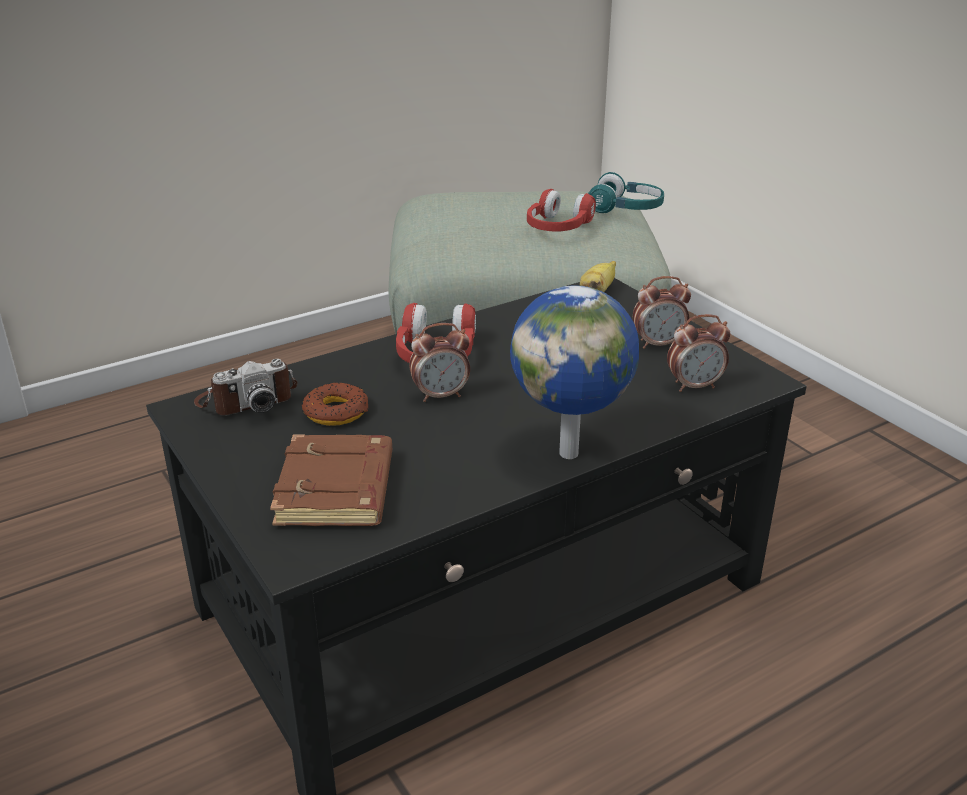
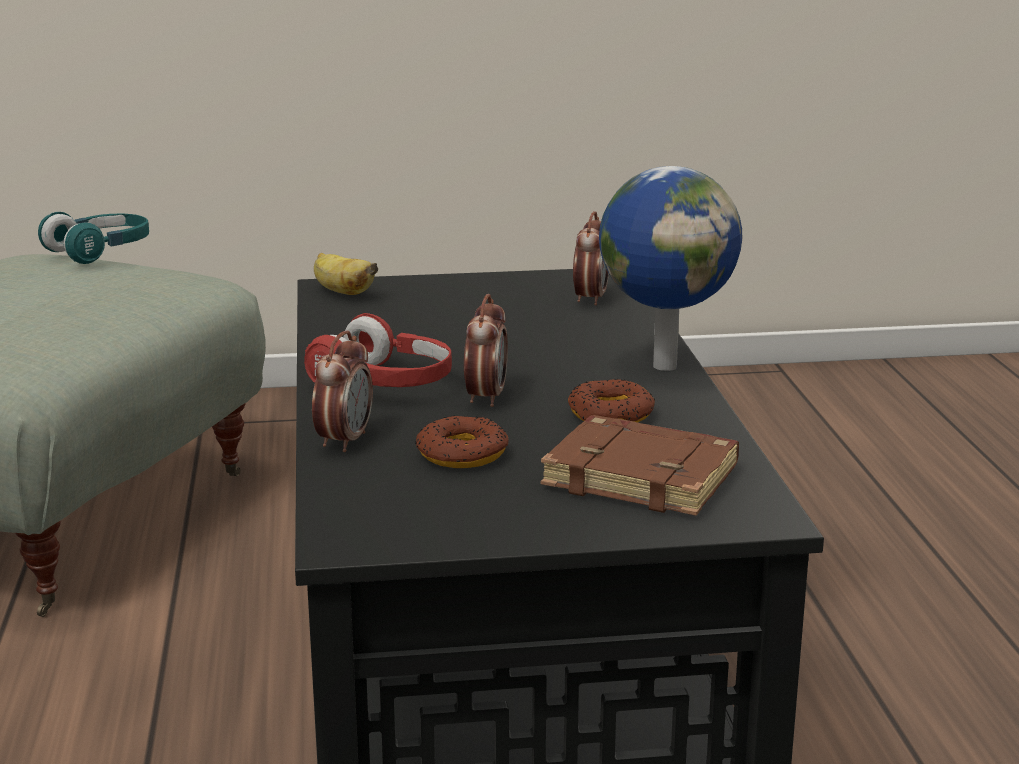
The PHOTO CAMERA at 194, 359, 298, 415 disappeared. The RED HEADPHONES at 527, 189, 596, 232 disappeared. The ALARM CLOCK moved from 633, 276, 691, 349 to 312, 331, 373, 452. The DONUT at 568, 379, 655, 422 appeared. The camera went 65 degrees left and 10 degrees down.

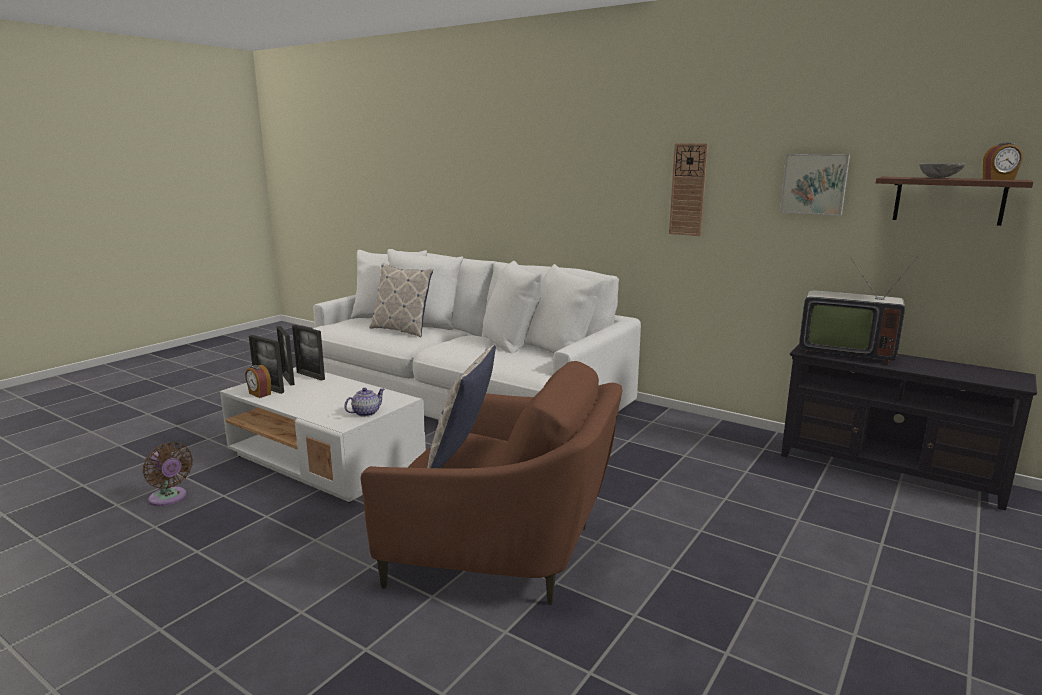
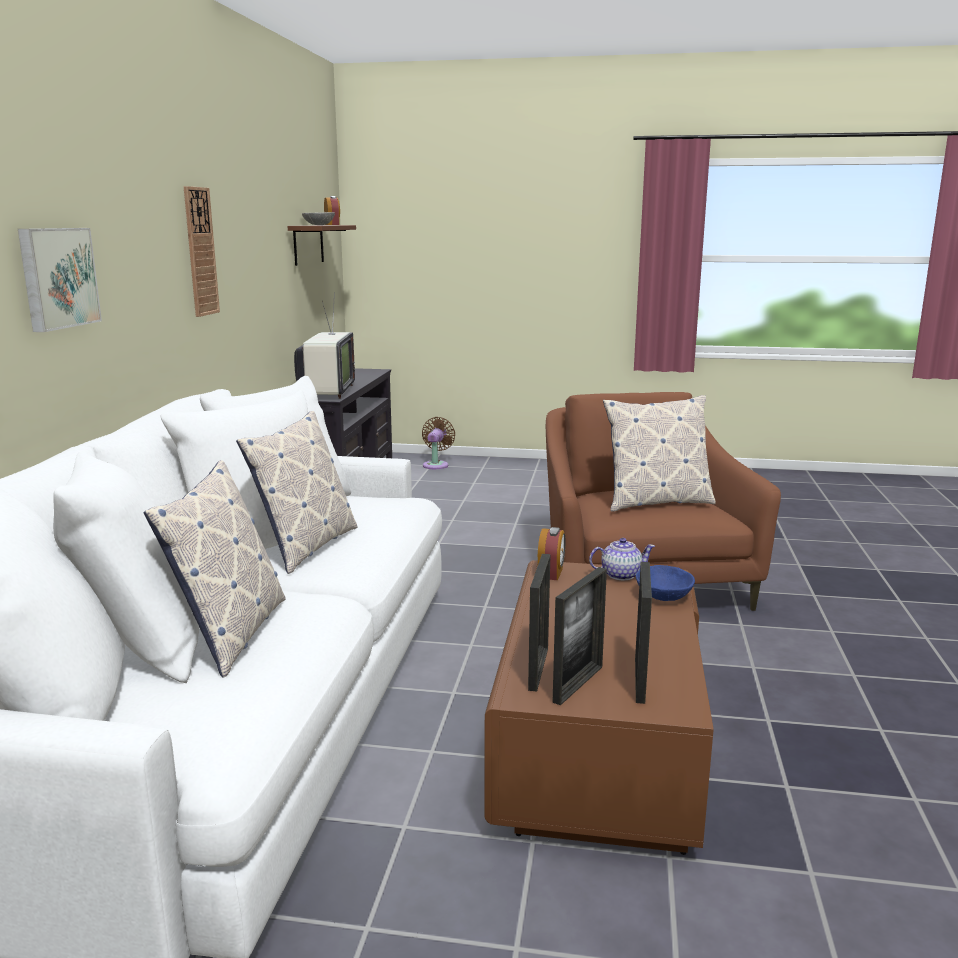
The BROWN FAN moved from 143, 442, 193, 506 to 422, 417, 455, 469. The WHITE COFFEE TABLE at 220, 367, 426, 503 became the BROWN COFFEE TABLE at 484, 560, 714, 855. The ALARM CLOCK moved from 245, 365, 271, 398 to 538, 527, 566, 580. The TEAPOT at 344, 388, 385, 417 turned 150 degrees clockwise. The PICTURE moved from 780, 154, 850, 216 to 18, 228, 102, 332. The PILLOW at 236, 411, 357, 574 appeared. The BLUE BOWL at 636, 565, 695, 601 appeared. The camera went 115 degrees left and 0 degrees up.

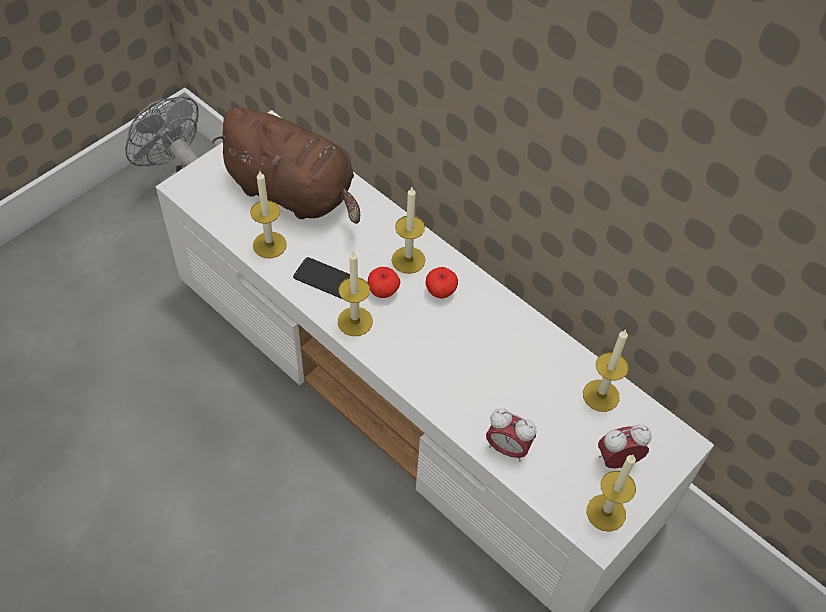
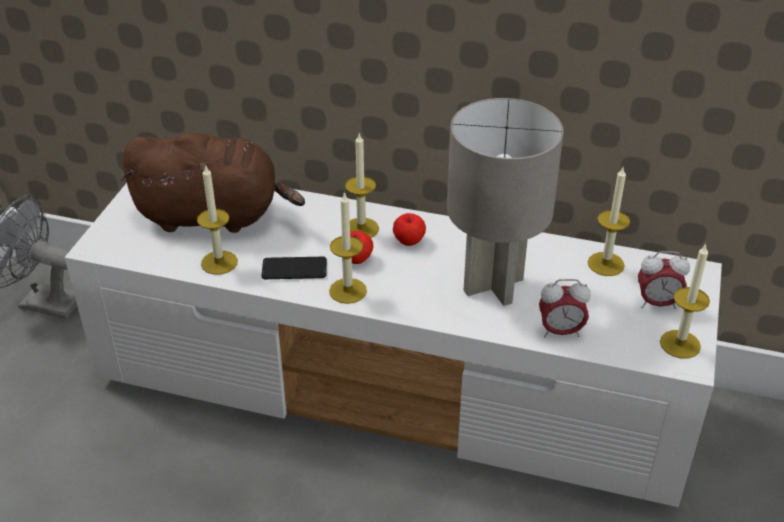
The ALARM CLOCK at 598, 425, 652, 469 turned 135 degrees counterclockwise. The GREY TABLE LAMP at 447, 98, 564, 306 appeared. The camera went 25 degrees left and 15 degrees down.

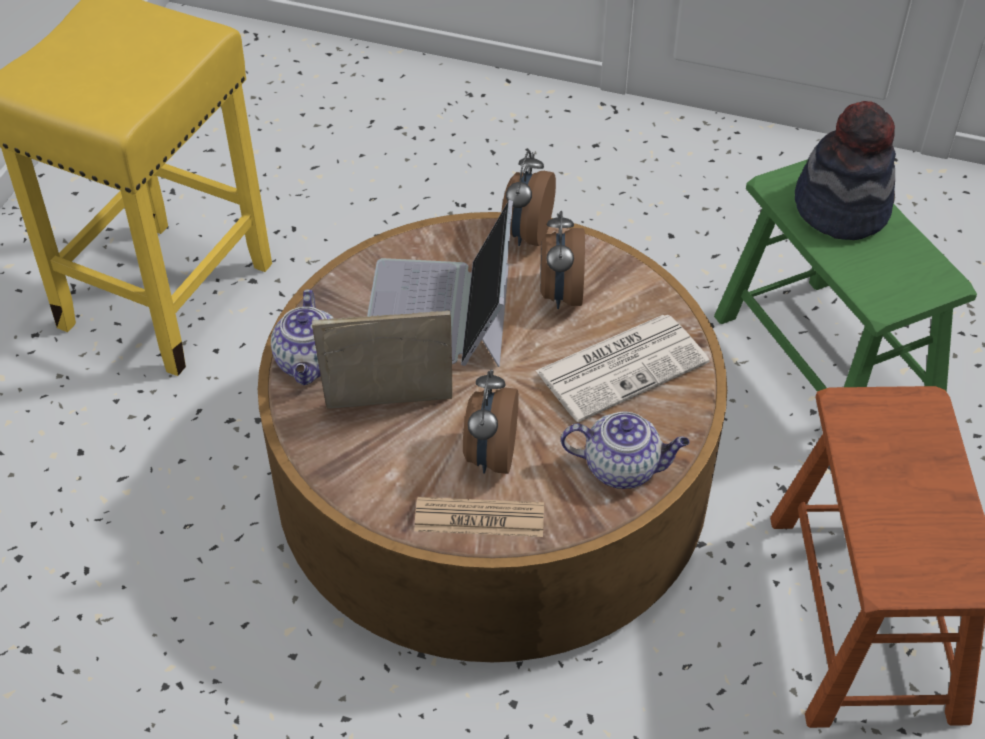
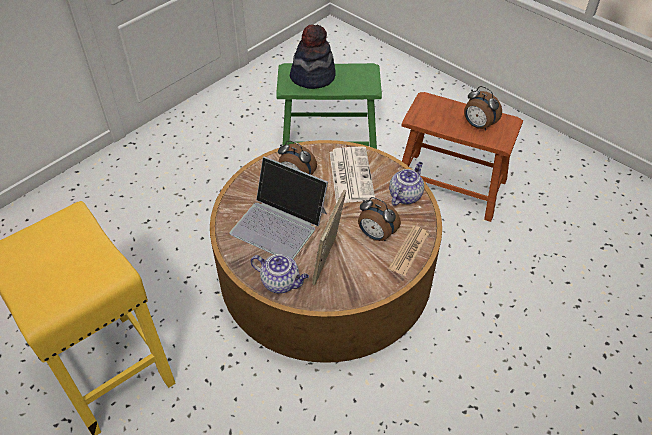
The ALARM CLOCK moved from 501, 150, 556, 246 to 464, 86, 502, 131. The camera went 65 degrees left and 0 degrees up.

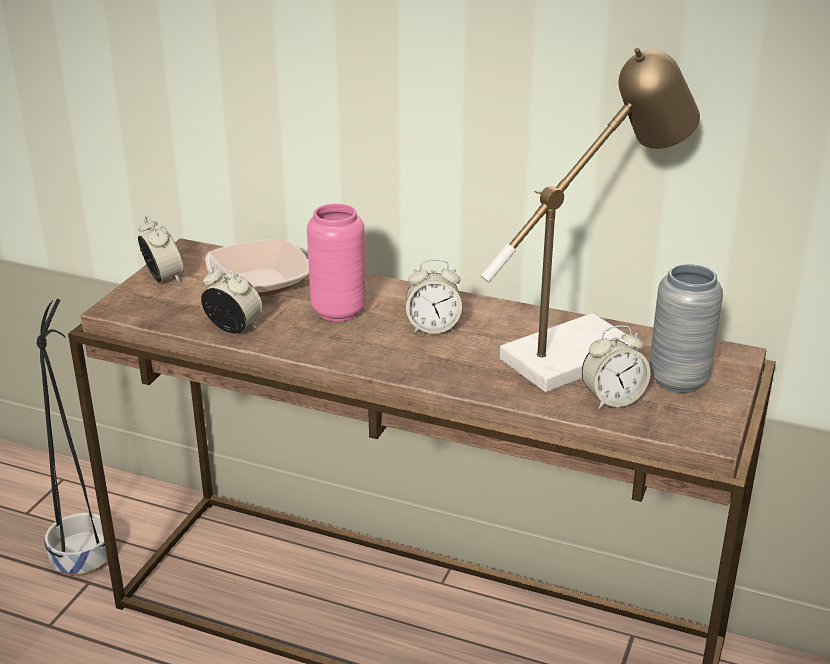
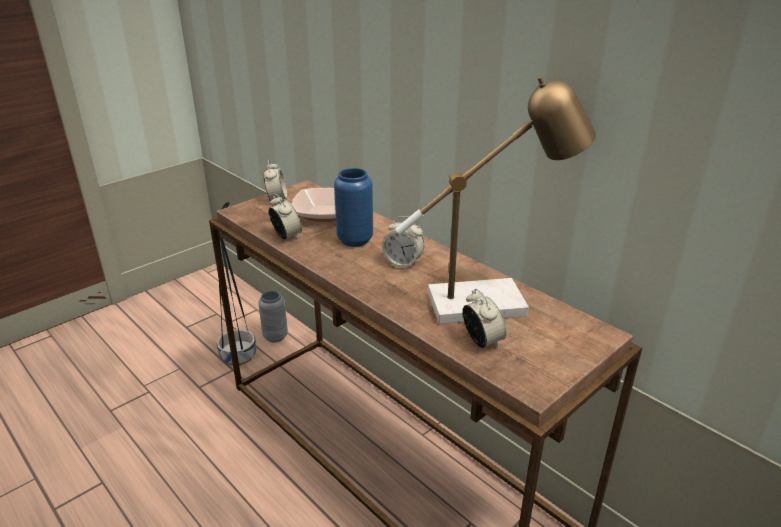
The PINK VASE at 307, 204, 366, 322 became the BLUE VASE at 334, 168, 373, 247. The ALARM CLOCK at 582, 325, 650, 409 turned 120 degrees counterclockwise. The GREY VASE moved from 649, 264, 723, 393 to 258, 291, 288, 342. The camera went 25 degrees right and 0 degrees up.

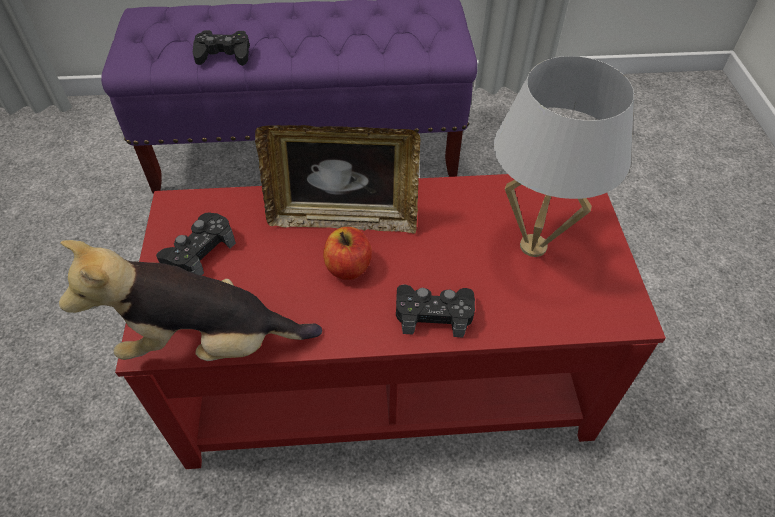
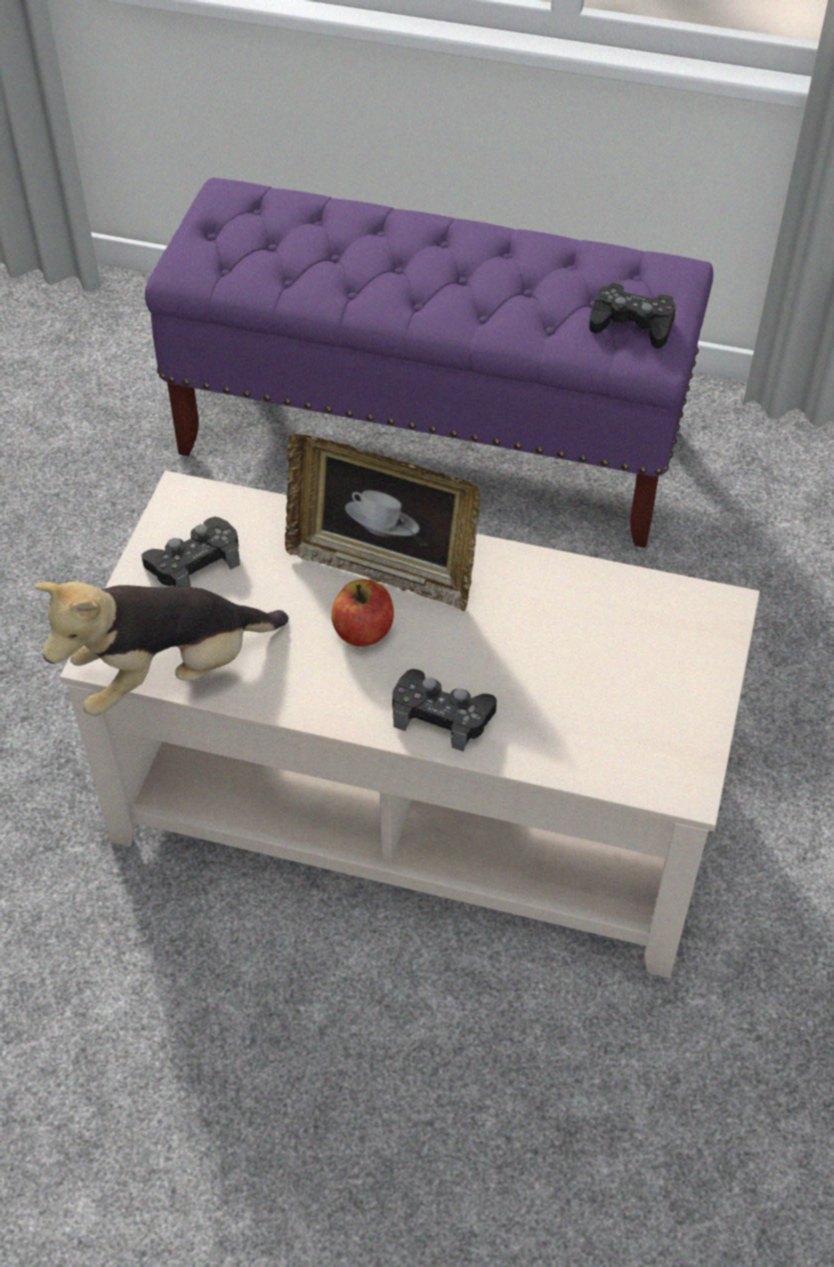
The PLUSH TOY at 59, 240, 322, 361 turned 45 degrees counterclockwise. The RED COFFEE TABLE at 115, 174, 666, 469 became the BEIGE COFFEE TABLE at 60, 471, 760, 978. The BLACK GAME CONTROLLER moved from 193, 30, 250, 66 to 589, 282, 676, 349. The WHITE TABLE LAMP at 494, 56, 634, 257 disappeared. The camera went 20 degrees right and 0 degrees up.

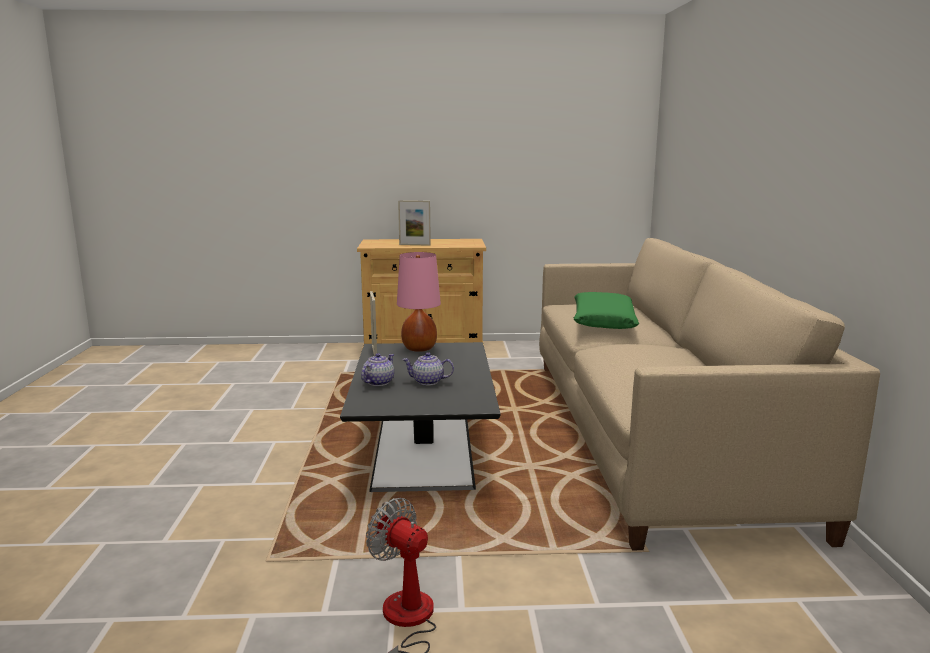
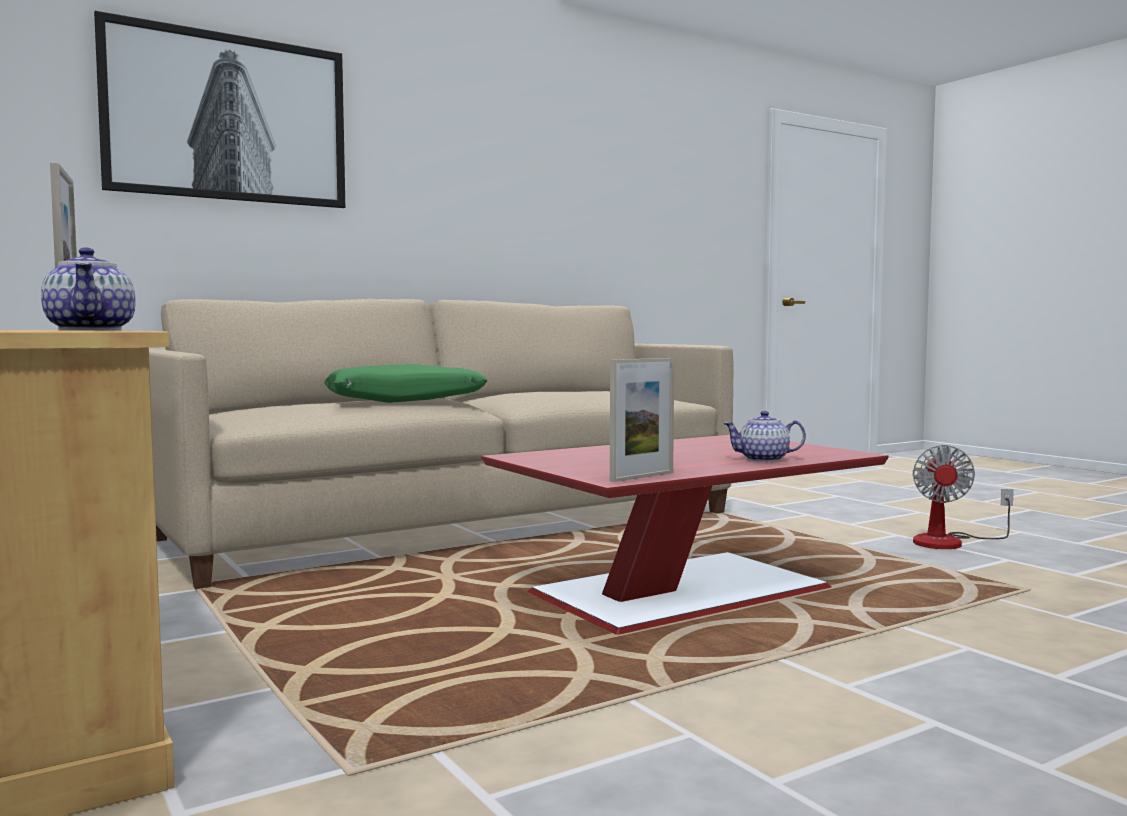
The BLACK COFFEE TABLE at 340, 342, 501, 492 became the RED COFFEE TABLE at 481, 435, 889, 635. The PINK TABLE LAMP at 397, 252, 441, 352 disappeared. The TEAPOT moved from 402, 352, 454, 386 to 41, 248, 136, 330. The PICTURE at 94, 11, 345, 208 appeared. The camera went 120 degrees left and 10 degrees down.

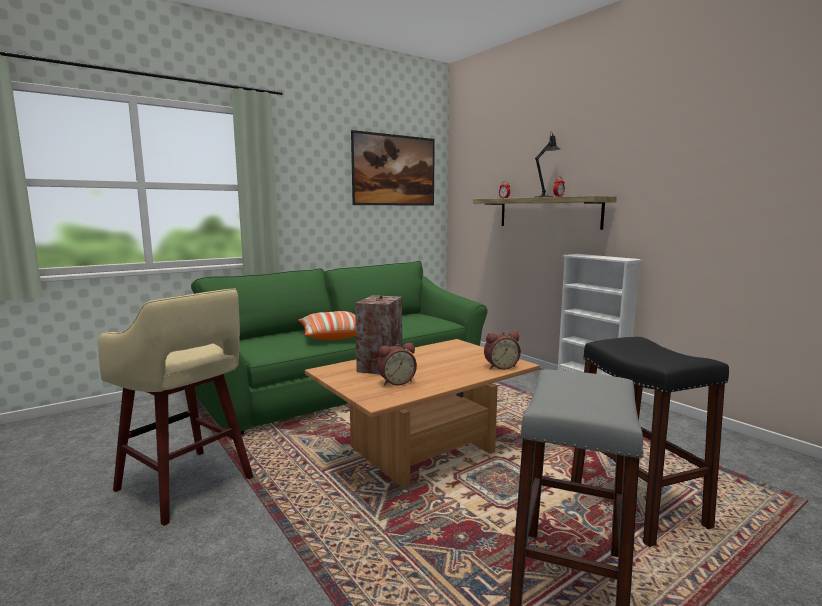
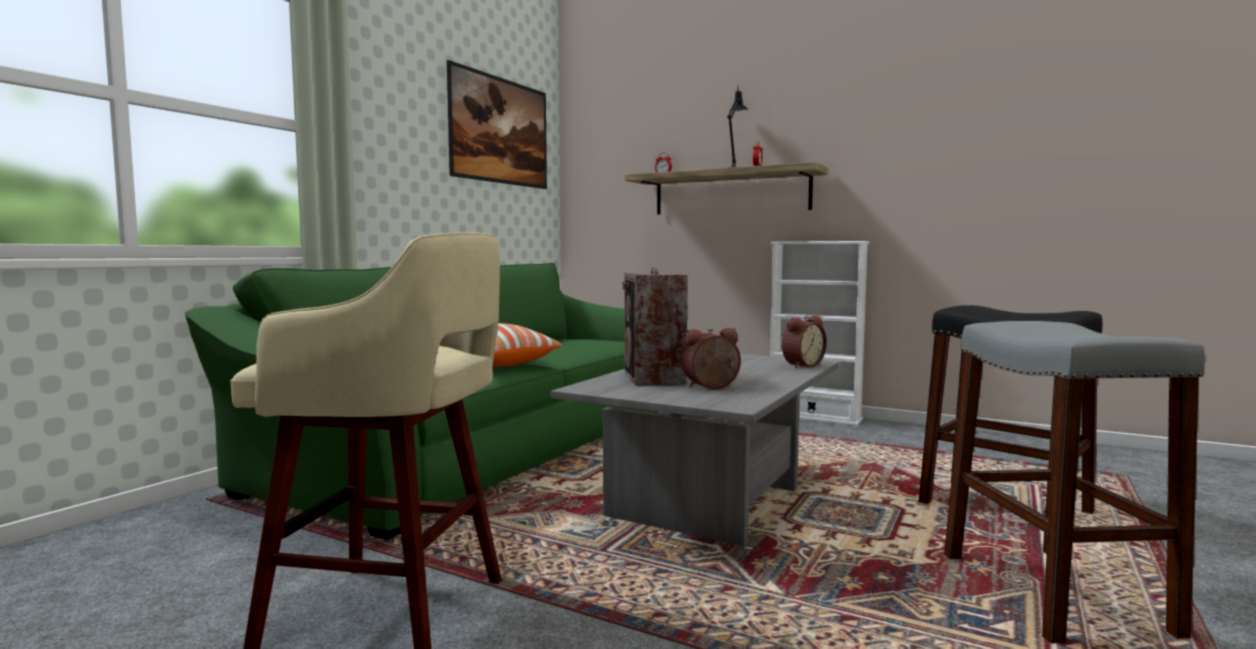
The BROWN COFFEE TABLE at 305, 339, 540, 489 became the GREY COFFEE TABLE at 551, 354, 839, 546. The ALARM CLOCK at 377, 343, 417, 386 turned 150 degrees counterclockwise. The camera went 25 degrees left and 5 degrees down.

